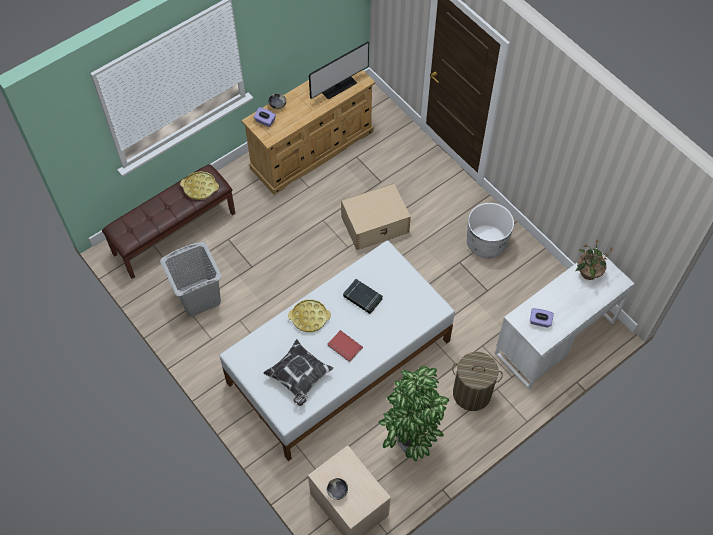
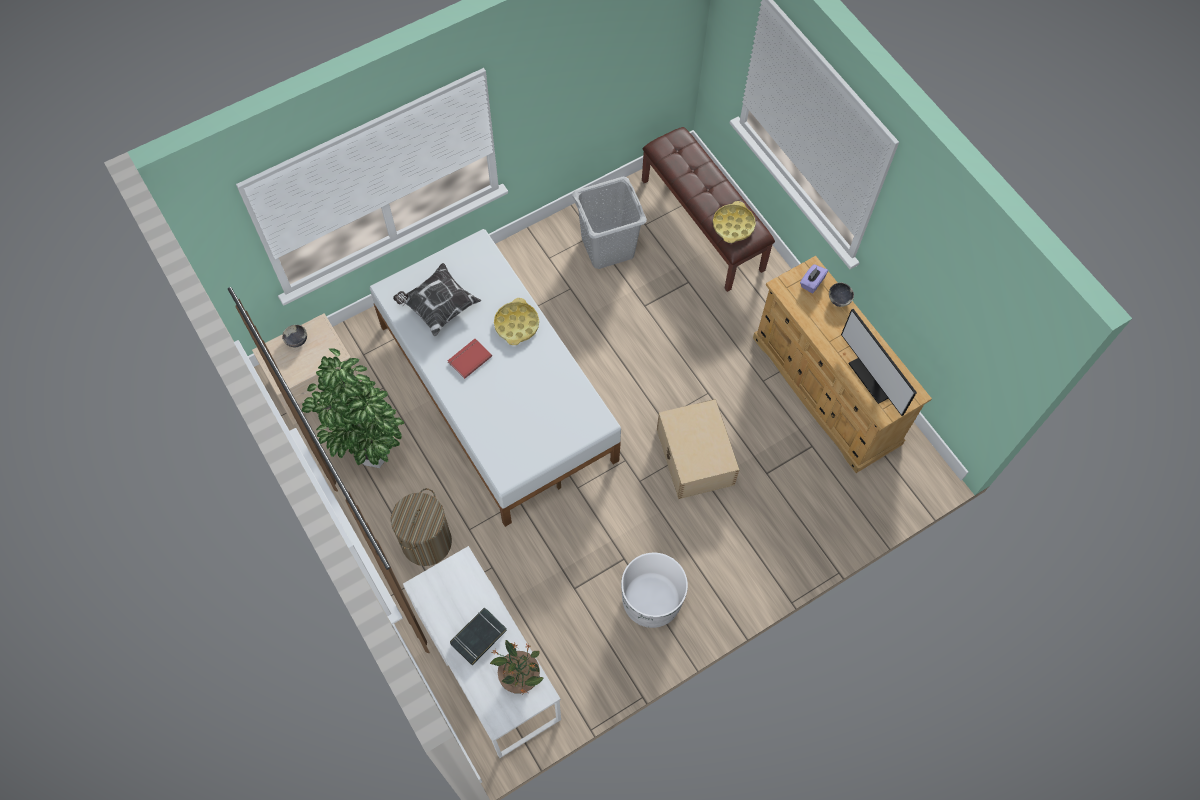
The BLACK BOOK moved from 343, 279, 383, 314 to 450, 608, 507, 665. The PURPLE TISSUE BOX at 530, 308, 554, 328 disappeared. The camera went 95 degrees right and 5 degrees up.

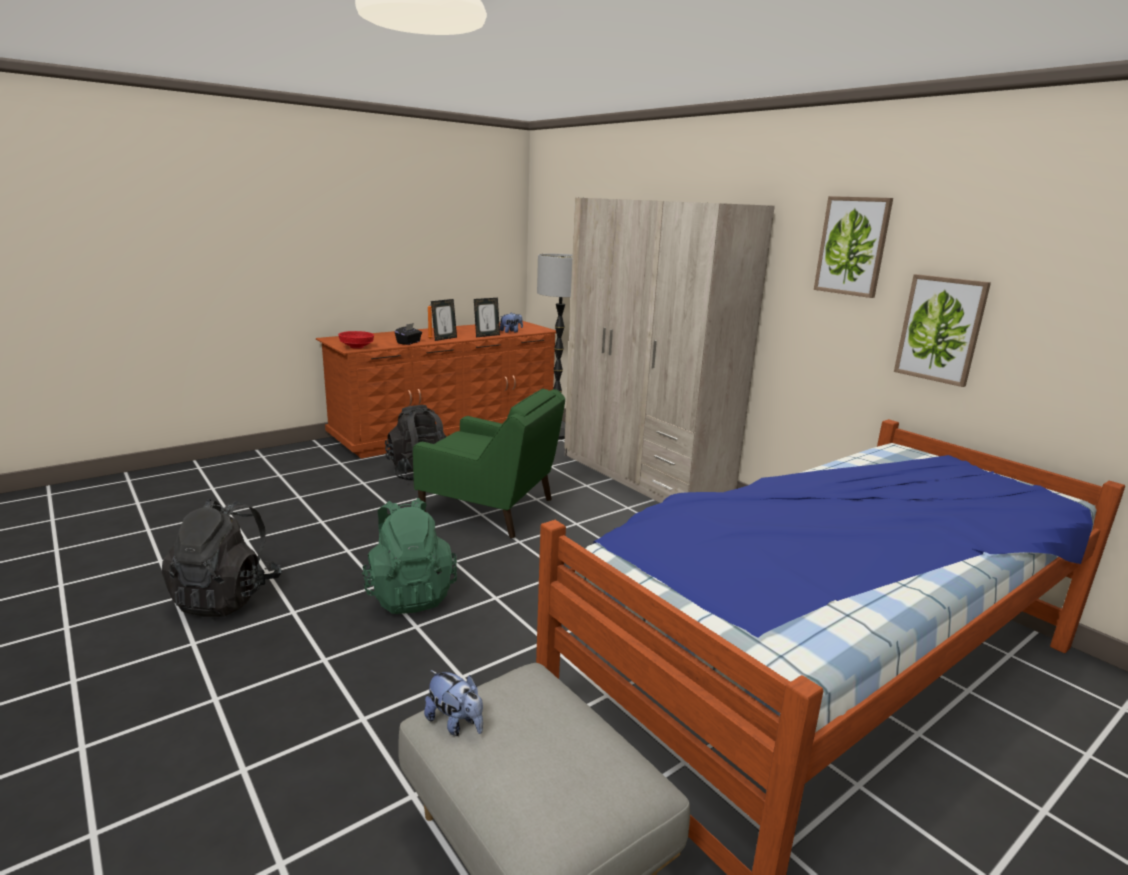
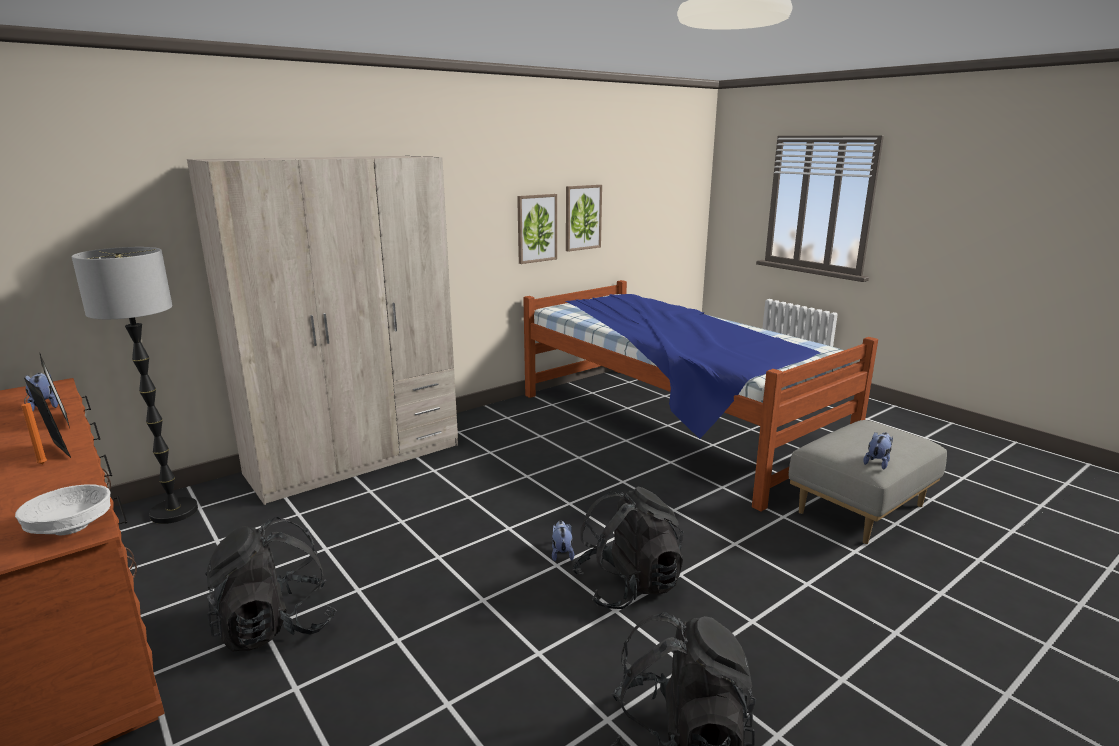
The RED BOWL at 338, 331, 374, 349 became the WHITE BOWL at 15, 485, 110, 535. The GREEN BACKPACK at 362, 498, 457, 614 became the BLACK BACKPACK at 572, 487, 683, 609. The BLACK TISSUE BOX at 395, 323, 422, 345 disappeared. The GREEN ARMCHAIR at 413, 388, 565, 539 disappeared. The PICTURE moved from 814, 196, 893, 298 to 566, 185, 602, 252. The PLUSH TOY at 552, 520, 574, 561 appeared. The camera went 90 degrees left and 0 degrees up.

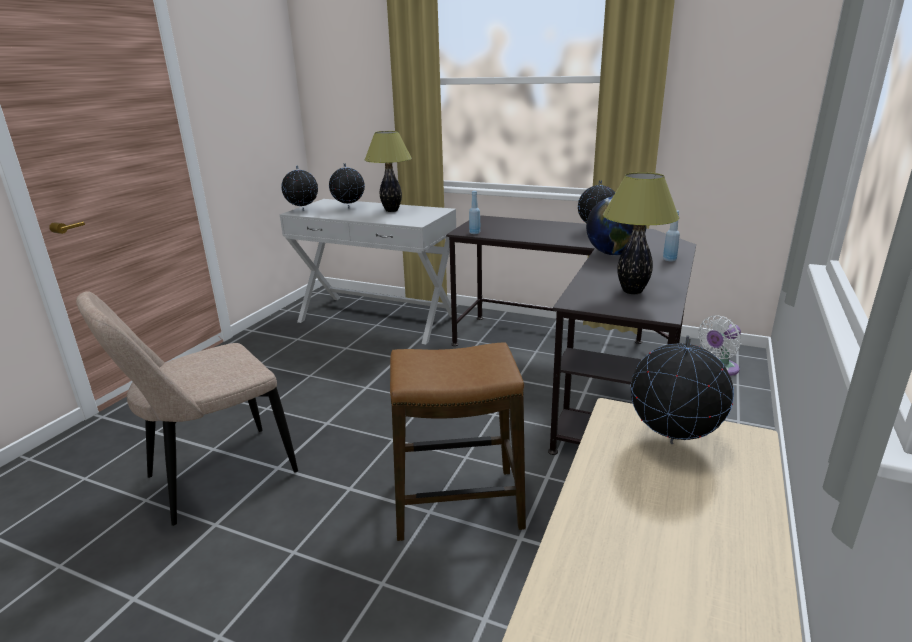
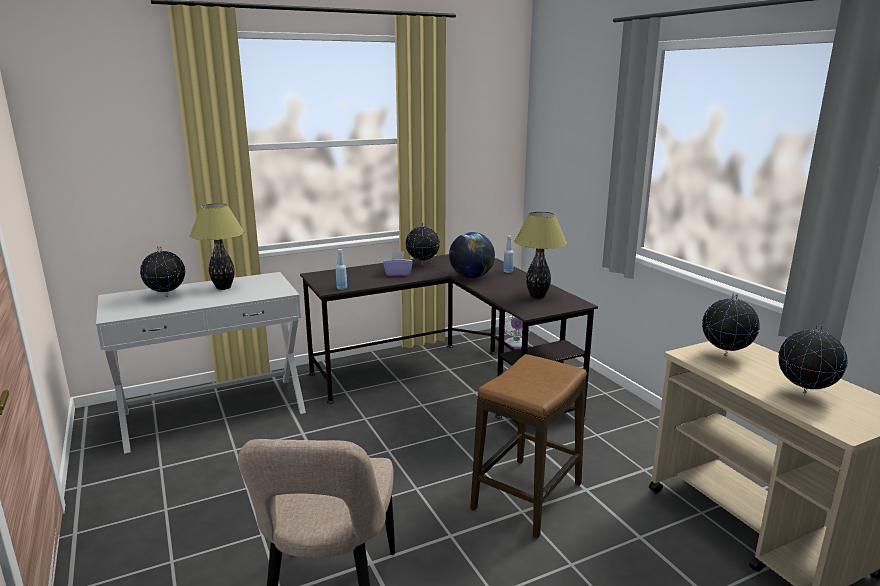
The GLOBE moved from 281, 165, 318, 211 to 778, 324, 848, 393. The PURPLE TISSUE BOX at 383, 251, 413, 276 appeared. The camera went 50 degrees left and 5 degrees down.

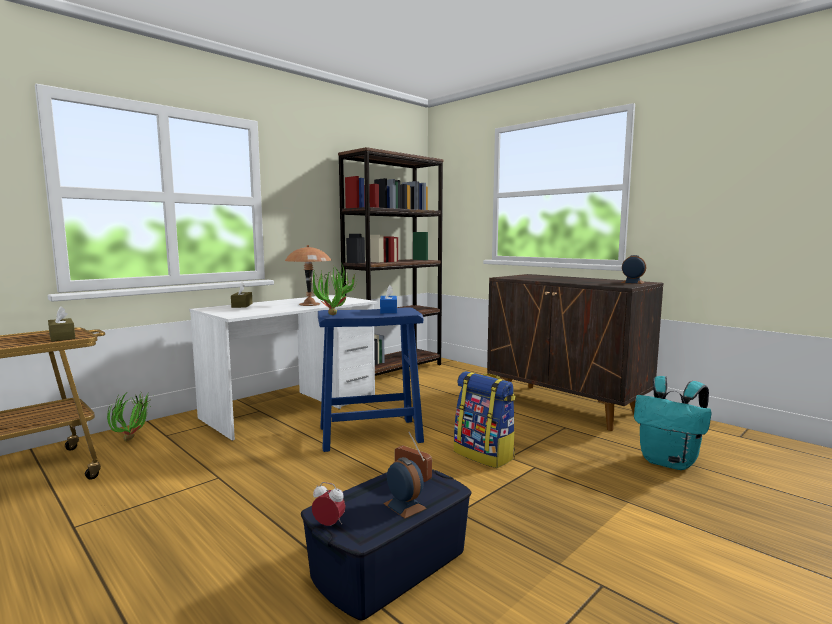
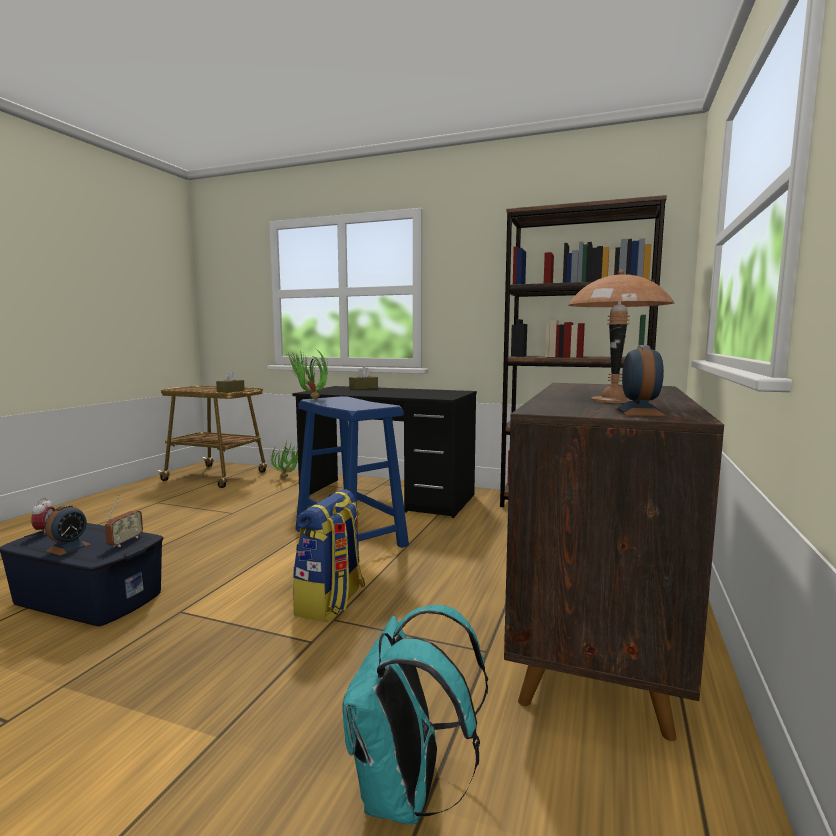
The WHITE DESK at 189, 295, 377, 441 became the BLACK DESK at 293, 386, 477, 518. The BROWN TABLE LAMP moved from 285, 245, 331, 306 to 568, 270, 674, 403. The BLUE TISSUE BOX at 380, 285, 397, 313 disappeared. The camera went 65 degrees right and 0 degrees up.

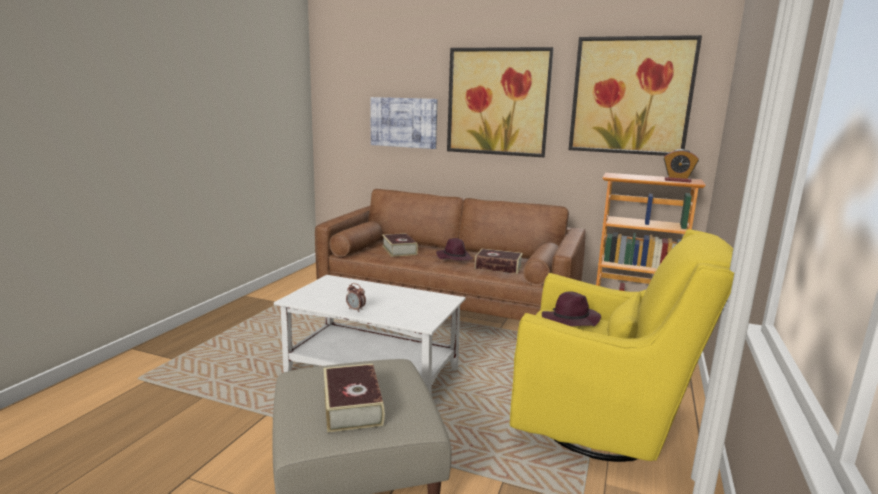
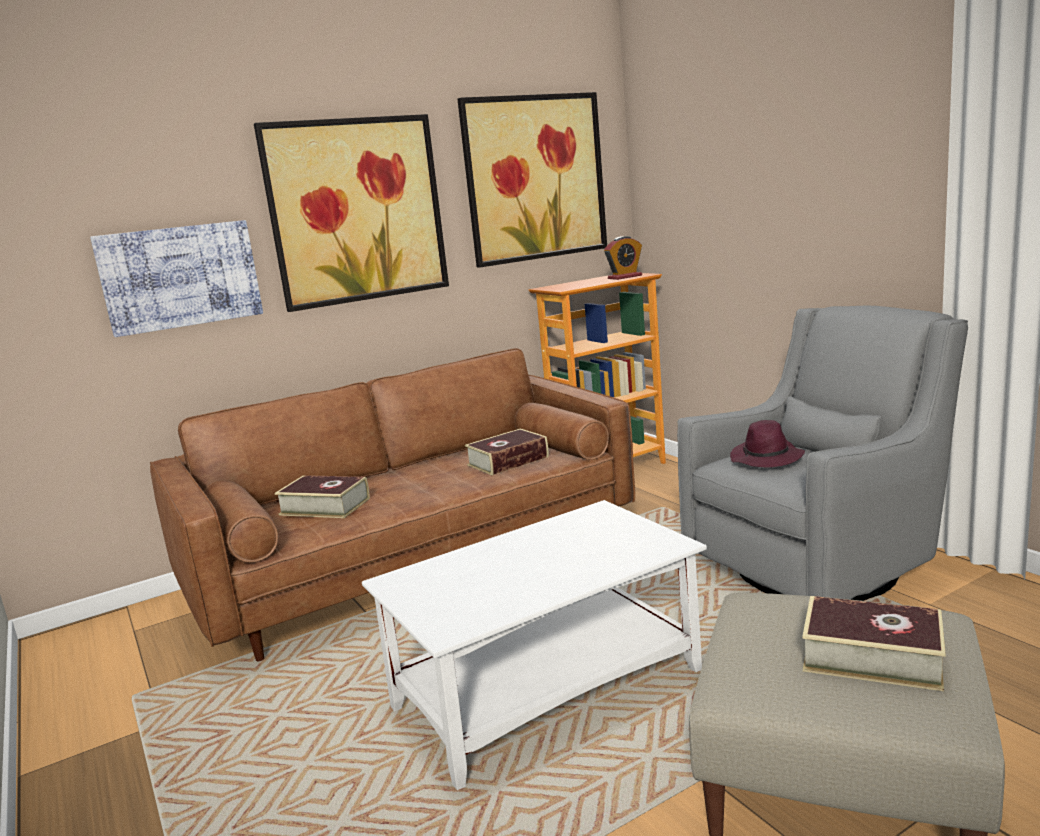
The ALARM CLOCK at 346, 283, 366, 312 disappeared. The PURPLE HAT at 436, 238, 473, 260 disappeared. The YELLOW ARMCHAIR at 510, 229, 734, 462 became the GREY ARMCHAIR at 677, 306, 968, 601. The camera went 50 degrees left and 0 degrees up.

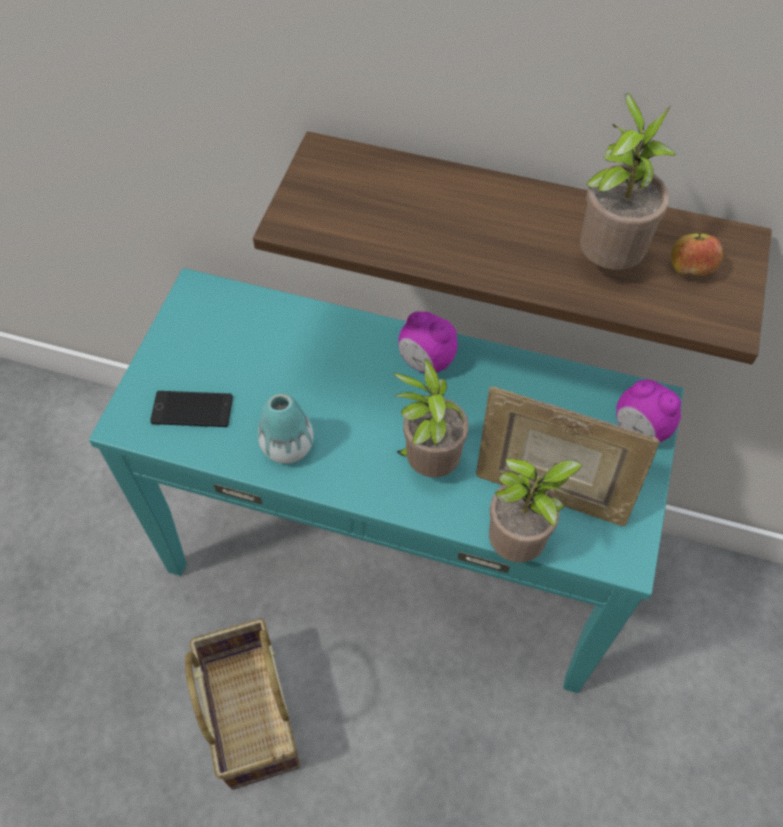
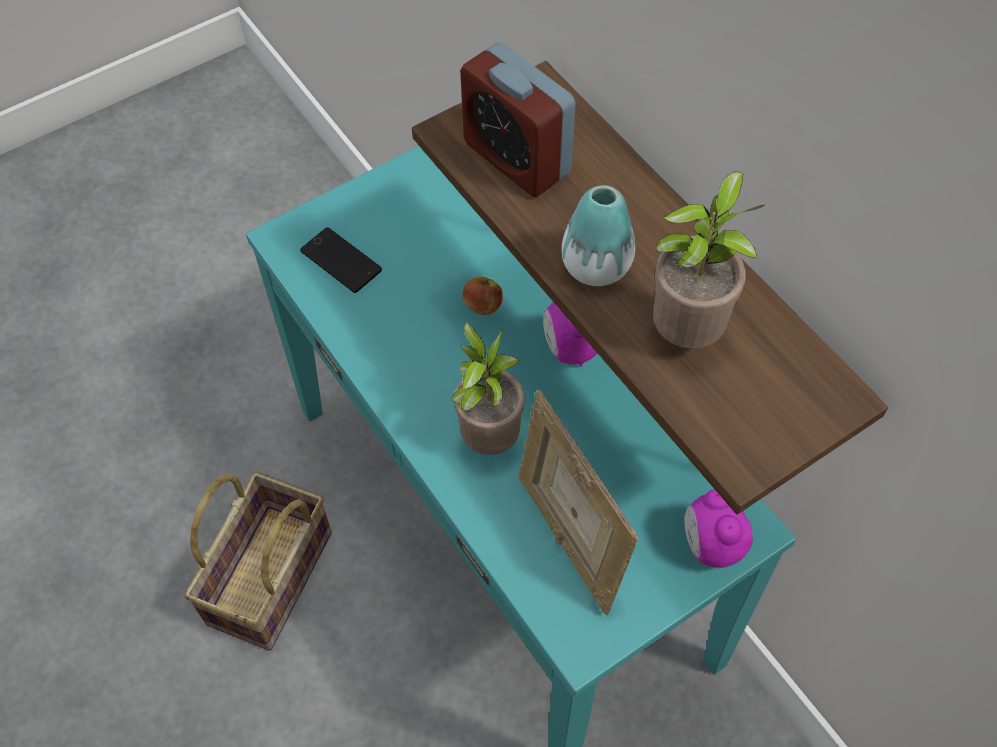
The VASE moved from 258, 393, 314, 464 to 562, 185, 635, 286. The POTTED PLANT at 489, 458, 583, 562 disappeared. The APPLE moved from 671, 232, 723, 276 to 462, 277, 503, 315. The ALARM CLOCK at 460, 42, 576, 197 appeared. The camera went 40 degrees right and 0 degrees up.

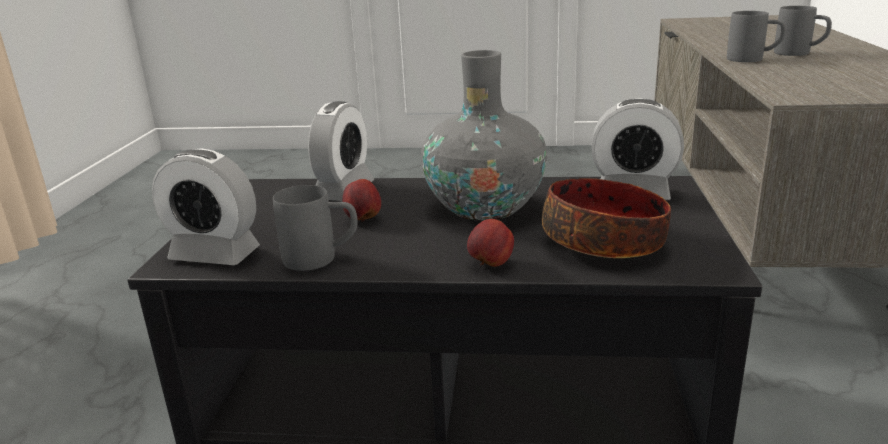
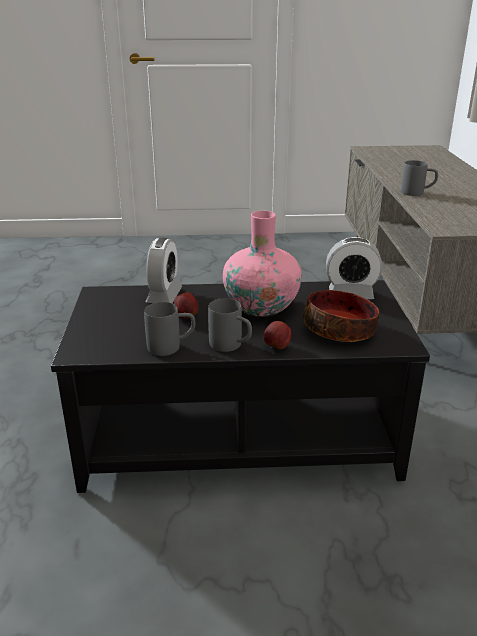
The ALARM CLOCK at 152, 148, 260, 265 disappeared. The GREY VASE at 421, 50, 547, 221 became the PINK VASE at 223, 211, 302, 317. The GREY MUG moved from 774, 6, 832, 56 to 208, 298, 252, 352. The camera went 10 degrees left and 5 degrees up.

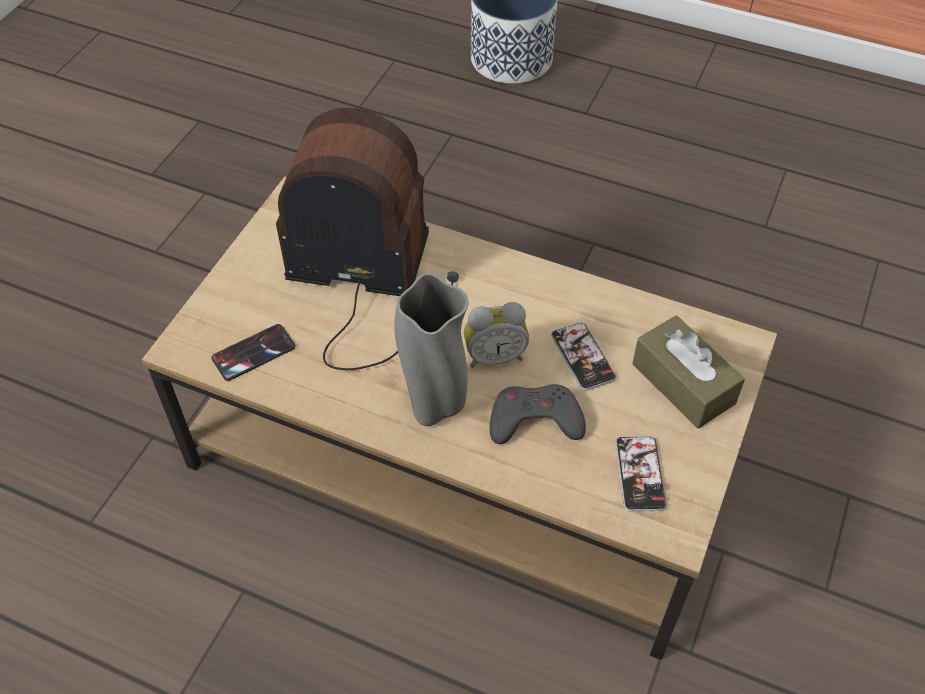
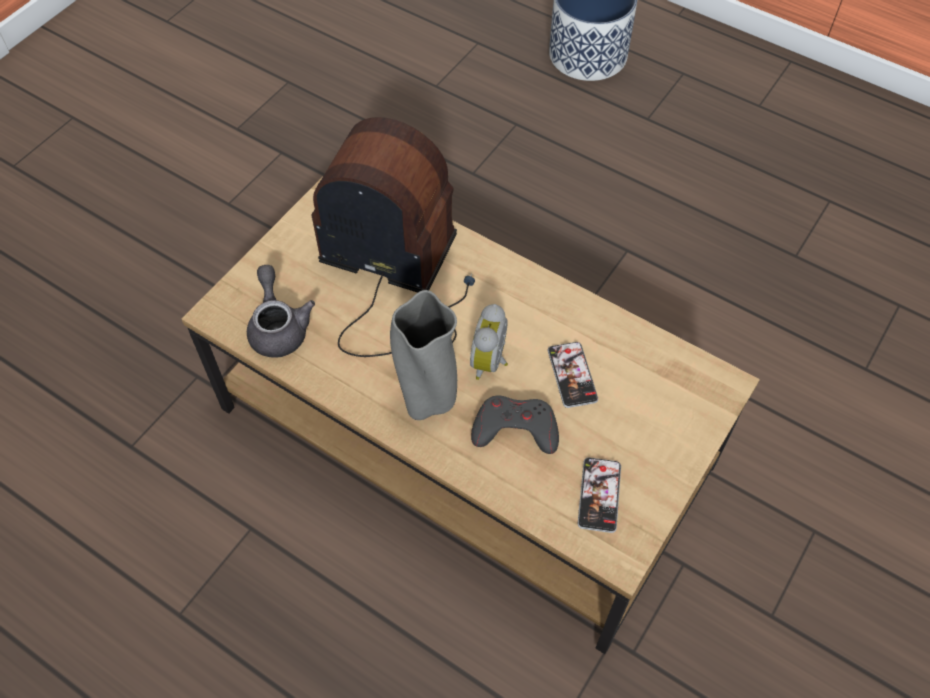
The PHONE at 211, 324, 295, 381 was replaced by the GREY TEAPOT at 247, 265, 315, 358. The ALARM CLOCK at 464, 302, 529, 368 turned 105 degrees clockwise. The BROWN TISSUE BOX at 633, 315, 745, 429 disappeared. The camera went 10 degrees right and 5 degrees up.

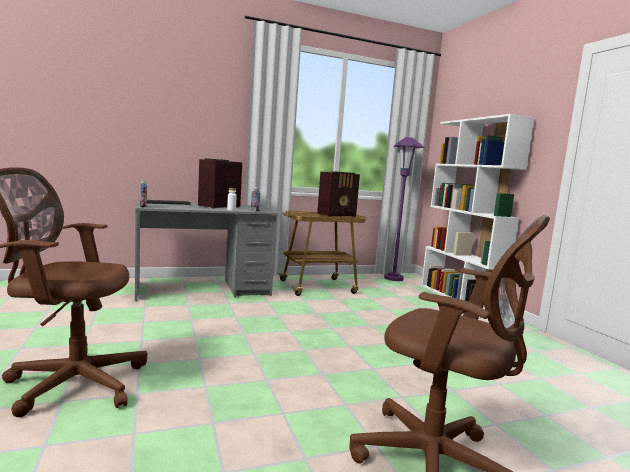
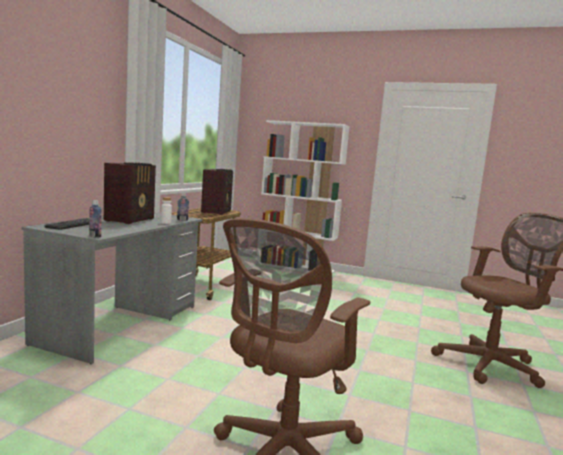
The RADIO at 198, 158, 242, 208 turned 150 degrees counterclockwise. The PURPLE FLOOR LAMP at 384, 137, 424, 281 disappeared. The camera went 50 degrees left and 0 degrees up.

